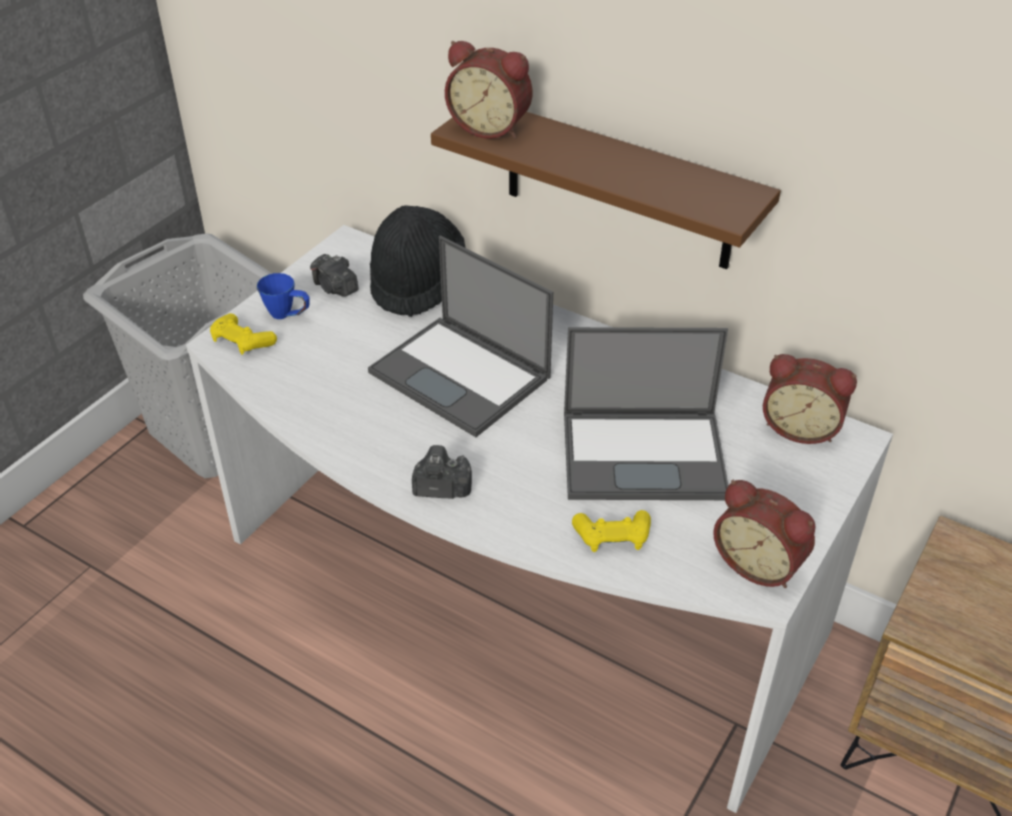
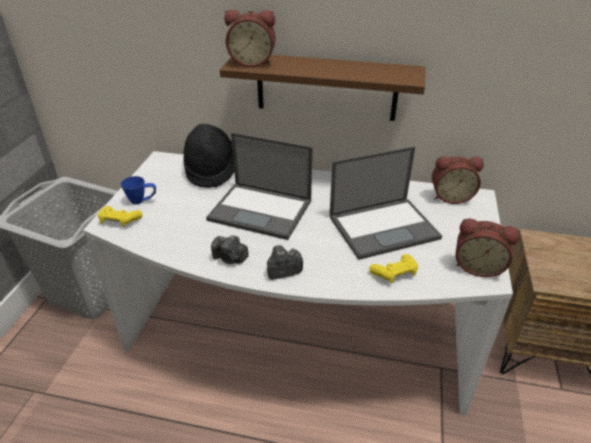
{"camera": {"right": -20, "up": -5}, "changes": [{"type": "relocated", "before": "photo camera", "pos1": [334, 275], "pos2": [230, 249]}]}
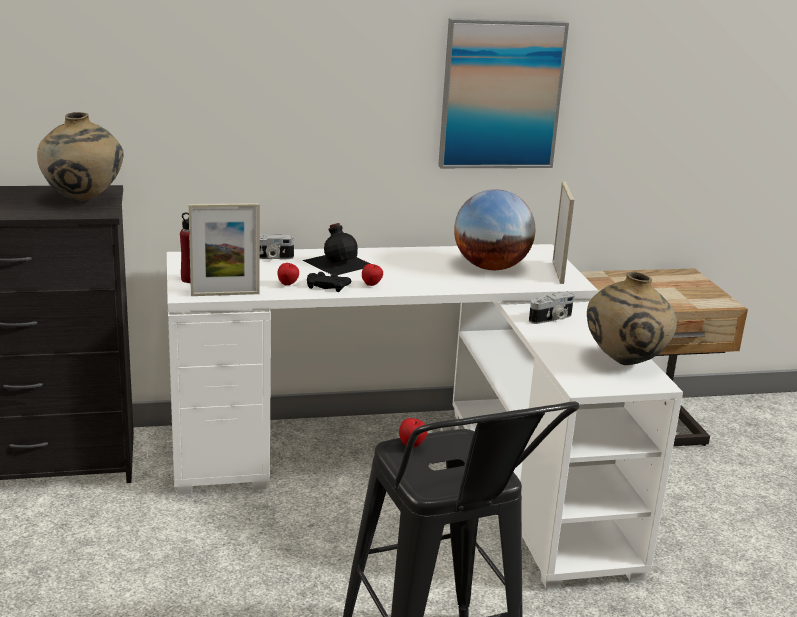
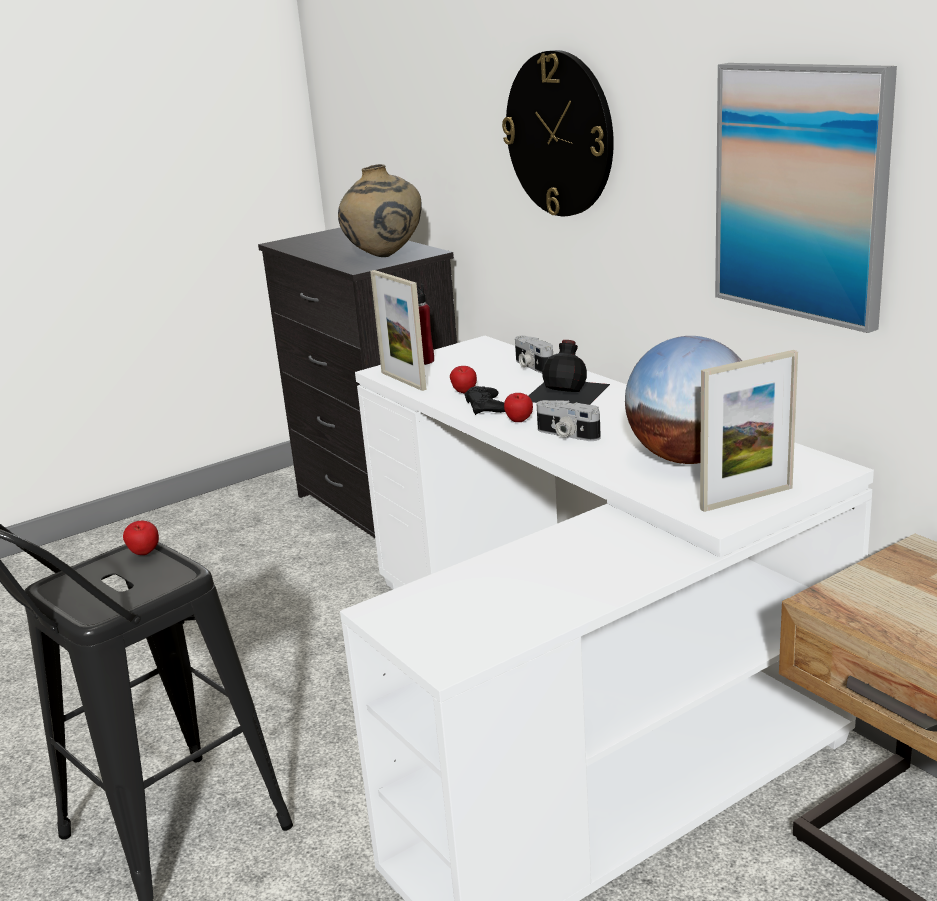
{"camera": {"right": 70, "up": 0}, "changes": [{"type": "appeared", "after": "wall clock", "pos2": [558, 133]}, {"type": "relocated", "before": "photo camera", "pos1": [552, 307], "pos2": [568, 420]}, {"type": "missing", "before": "beige vase", "pos1": [632, 318]}]}
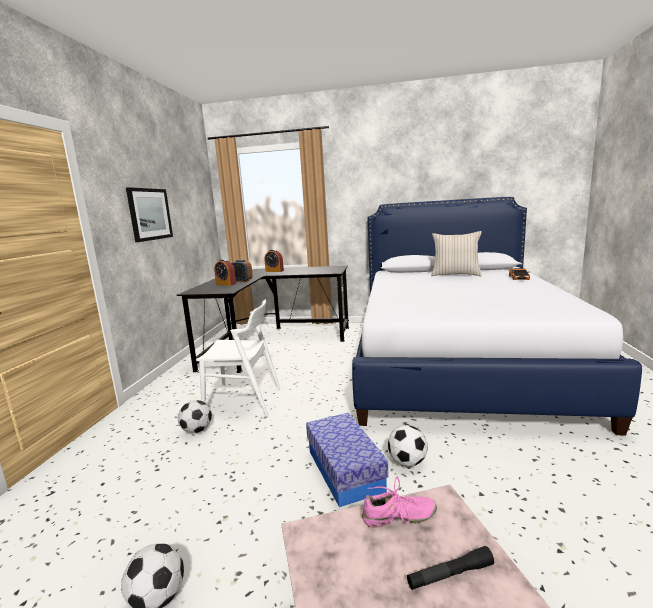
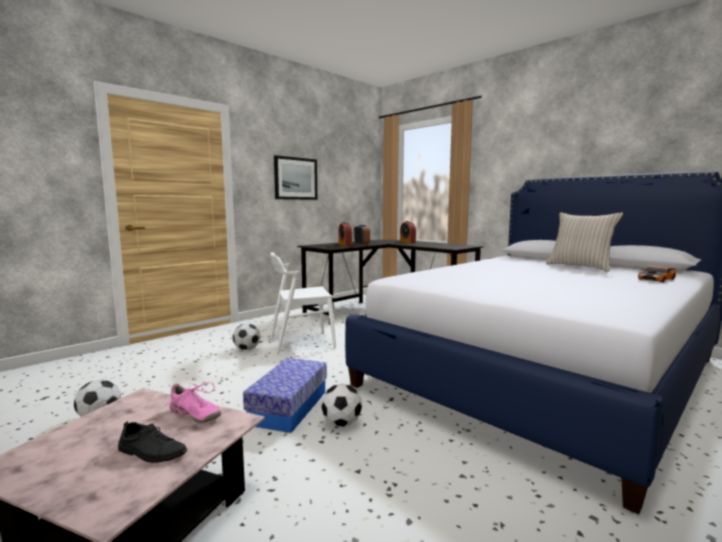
{"camera": {"right": 35, "up": -5}, "changes": [{"type": "exchanged", "before": "black flashlight", "after": "black shoe", "pos1": [450, 568], "pos2": [152, 442]}, {"type": "spun", "before": "white chair", "pos1": [238, 358], "pos2": [303, 303], "turn": 120}]}
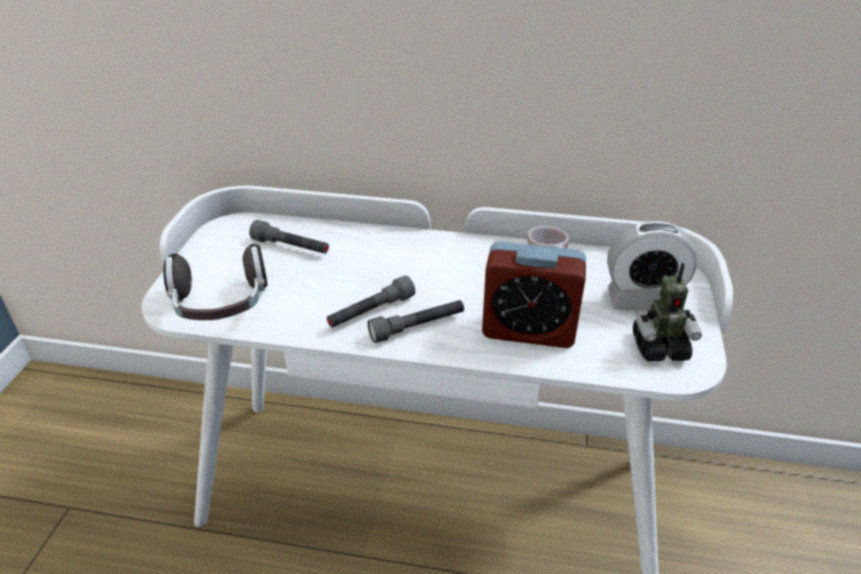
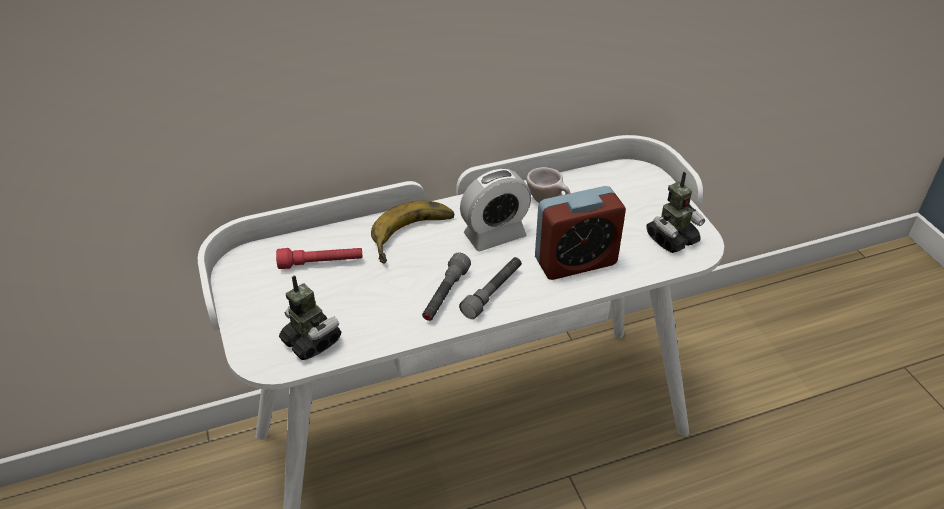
{"camera": {"right": -30, "up": 5}, "changes": [{"type": "colour", "before": "grey flashlight", "after": "red flashlight", "pos1": [289, 237], "pos2": [319, 258]}, {"type": "exchanged", "before": "headphones", "after": "toy robot", "pos1": [216, 282], "pos2": [310, 317]}, {"type": "appeared", "after": "banana", "pos2": [413, 232]}, {"type": "relocated", "before": "alarm clock", "pos1": [652, 266], "pos2": [495, 210]}]}
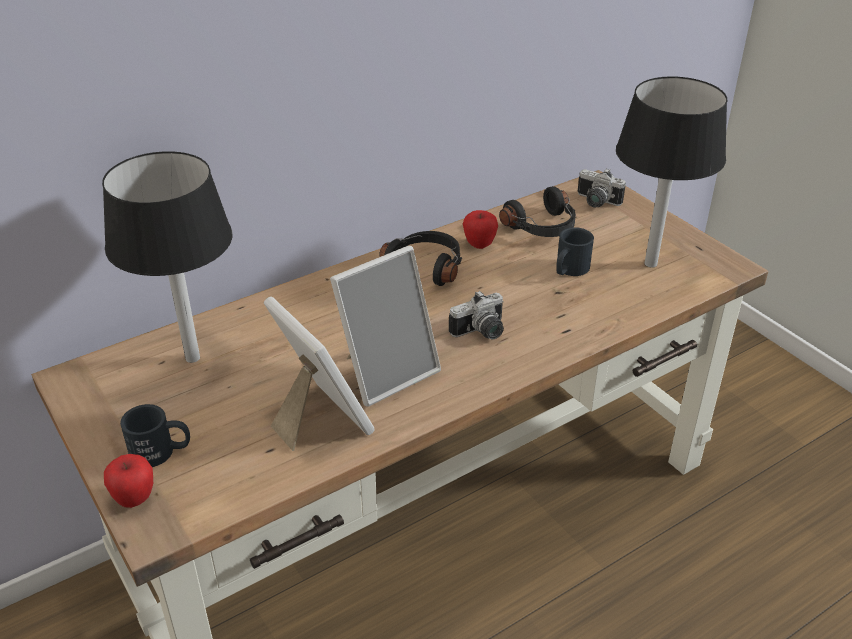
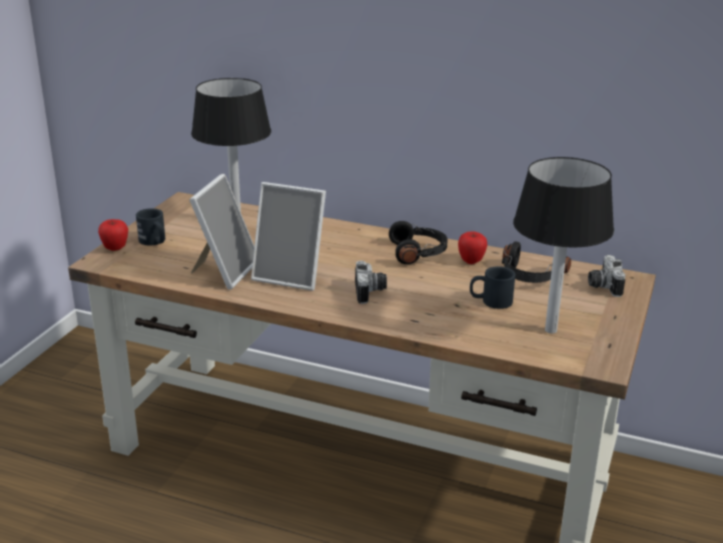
{"camera": {"right": 55, "up": -10}, "changes": [{"type": "spun", "before": "photo camera", "pos1": [476, 315], "pos2": [371, 282], "turn": -120}]}
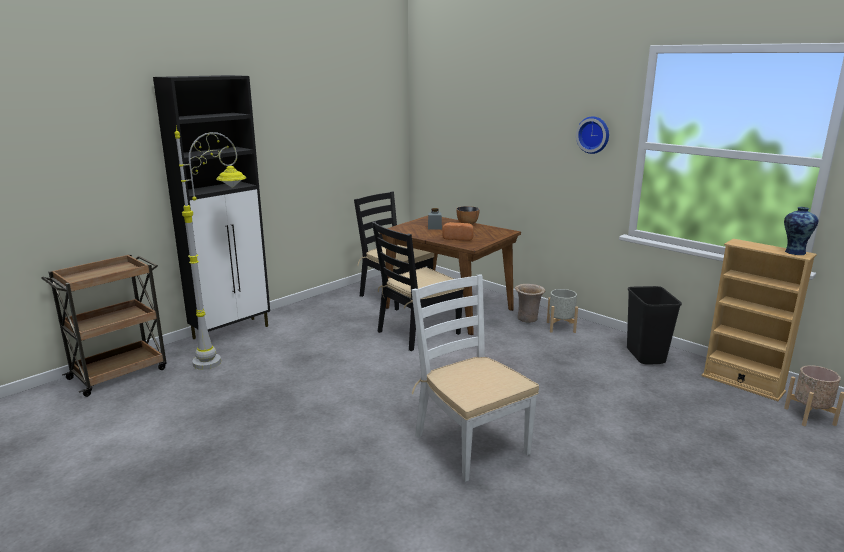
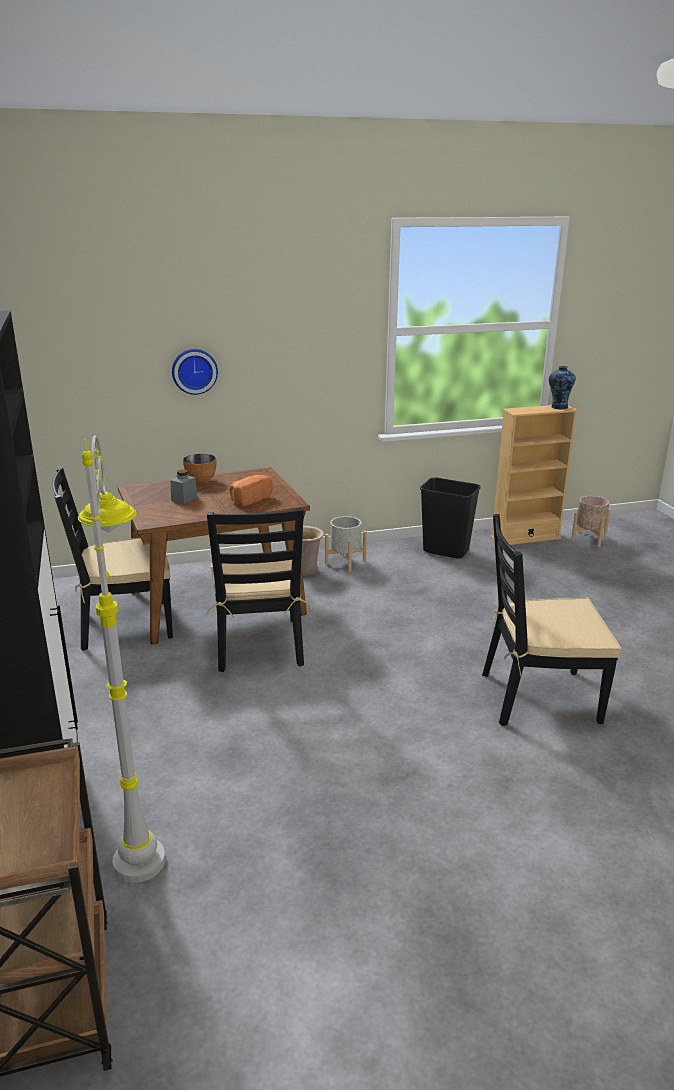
{"camera": {"right": -60, "up": 5}, "changes": [{"type": "relocated", "before": "wall clock", "pos1": [592, 135], "pos2": [195, 372]}, {"type": "colour", "before": "white chair", "after": "black chair", "pos1": [475, 378], "pos2": [551, 620]}]}
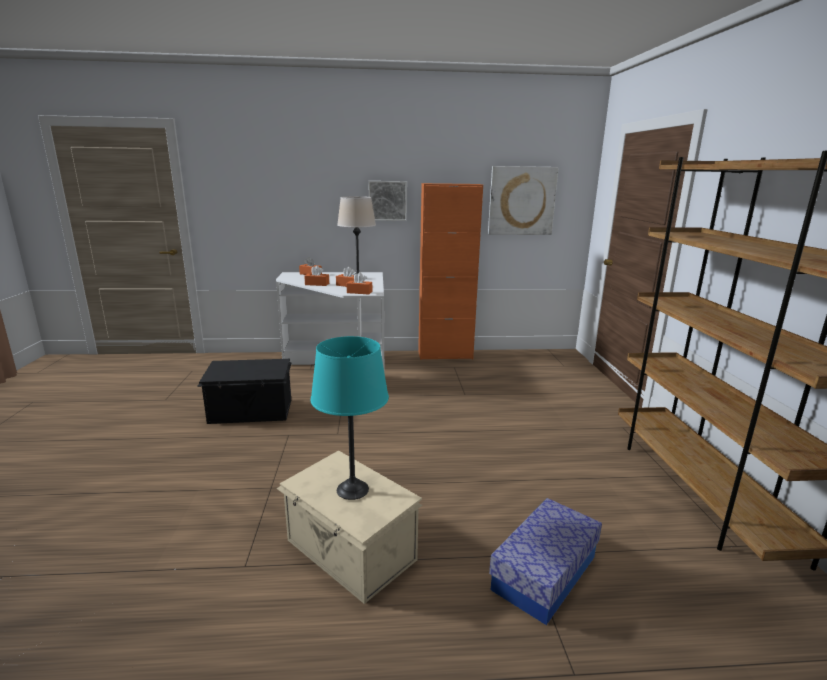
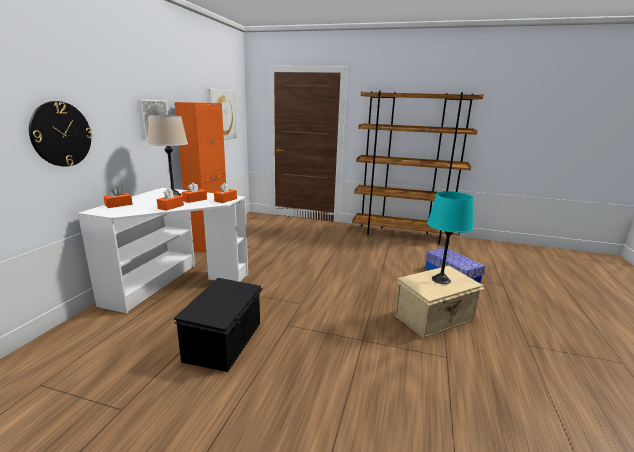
{"camera": {"right": -70, "up": 0}, "changes": [{"type": "appeared", "after": "wall clock", "pos2": [60, 134]}]}
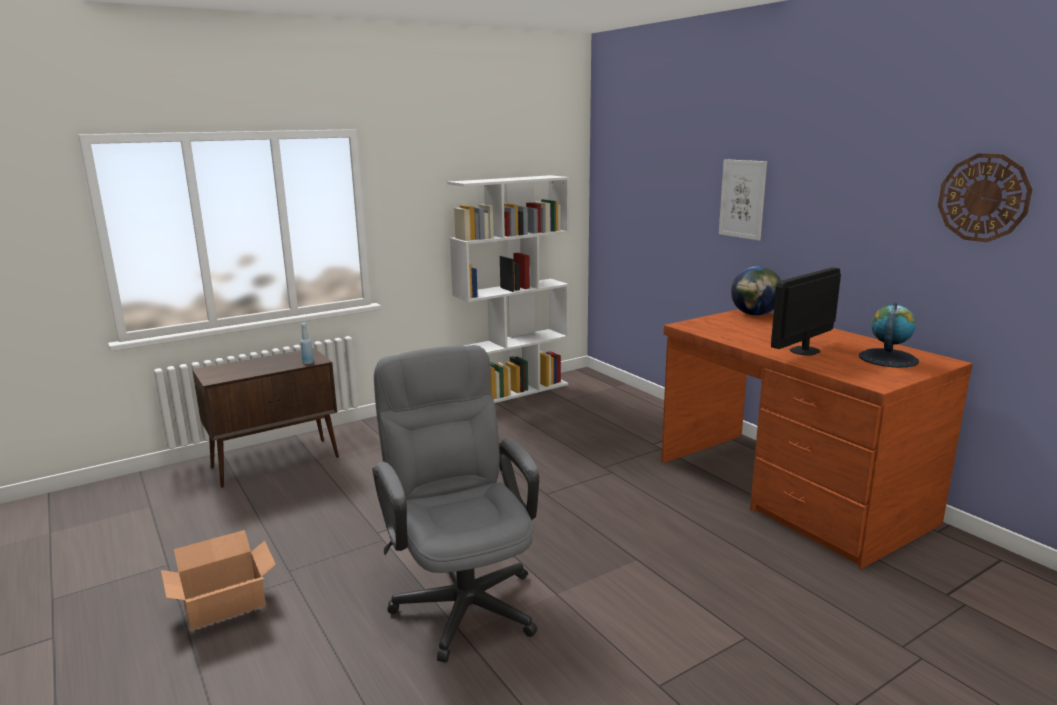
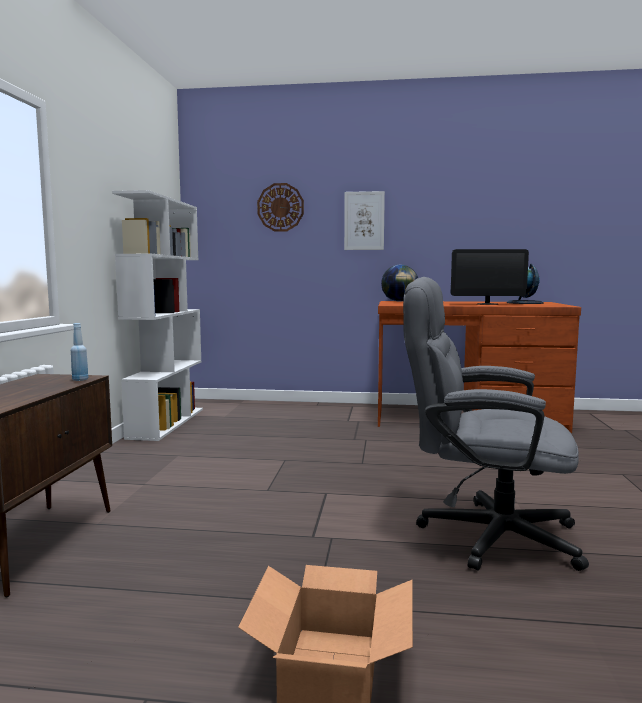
{"camera": {"right": -50, "up": -10}, "changes": [{"type": "relocated", "before": "wall clock", "pos1": [985, 198], "pos2": [280, 207]}, {"type": "spun", "before": "monitor", "pos1": [806, 311], "pos2": [490, 277], "turn": -90}]}
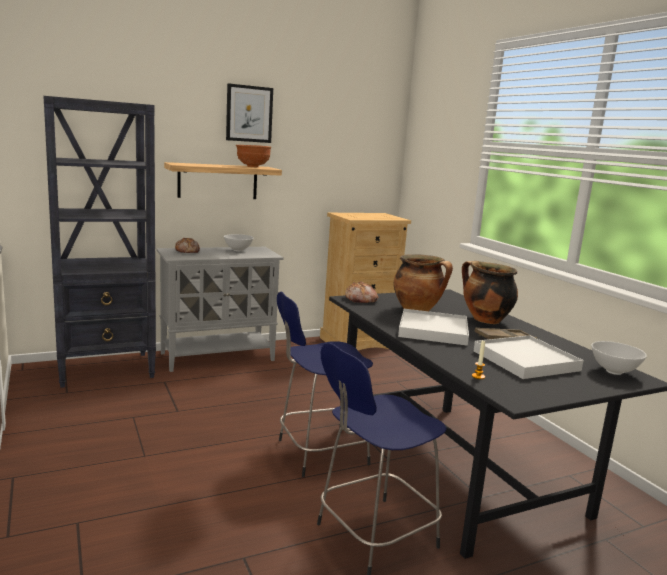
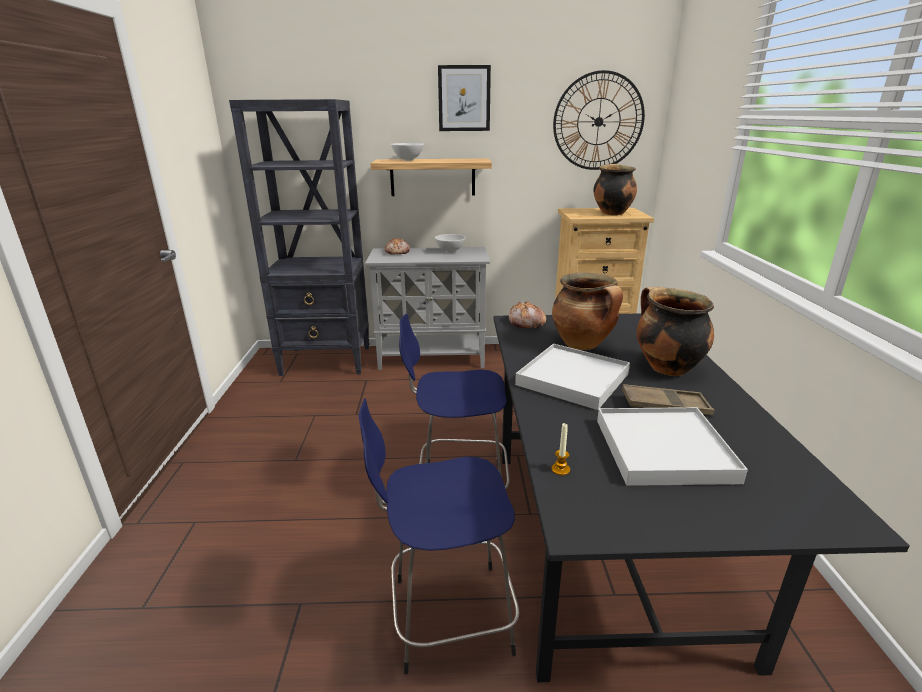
{"camera": {"right": 25, "up": 10}, "changes": [{"type": "relocated", "before": "white bowl", "pos1": [619, 358], "pos2": [407, 152]}, {"type": "appeared", "after": "wall clock", "pos2": [599, 120]}, {"type": "appeared", "after": "cooking pot", "pos2": [615, 189]}, {"type": "missing", "before": "brown bowl", "pos1": [254, 156]}]}
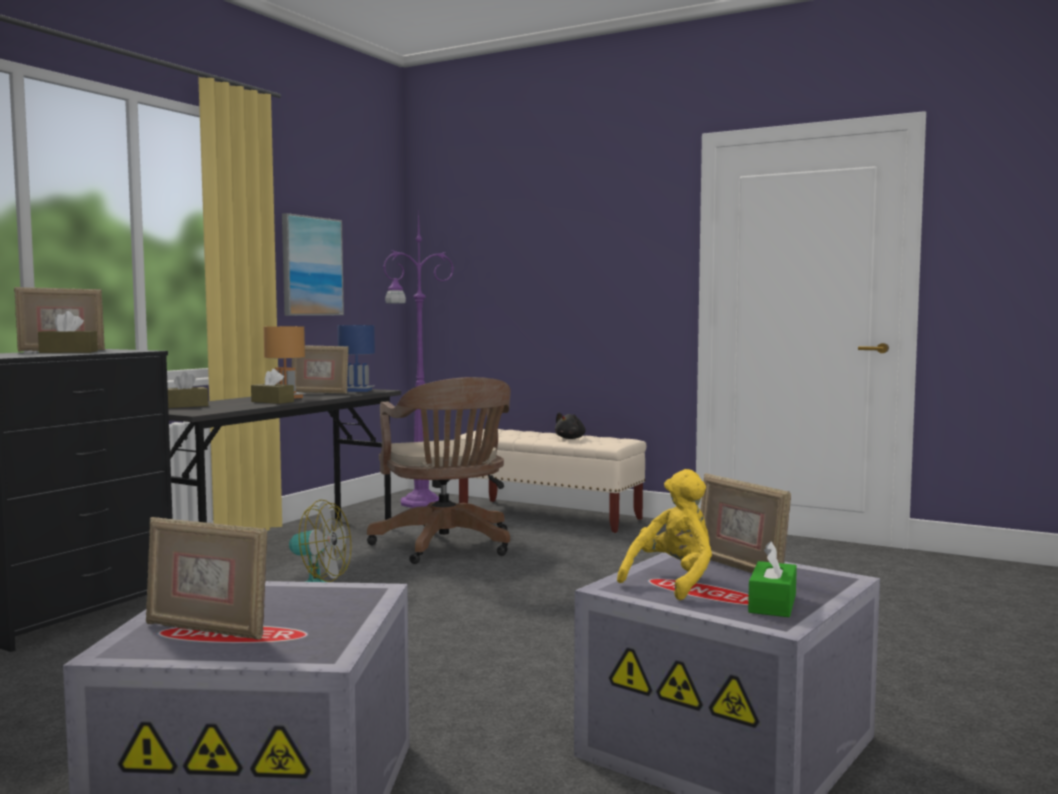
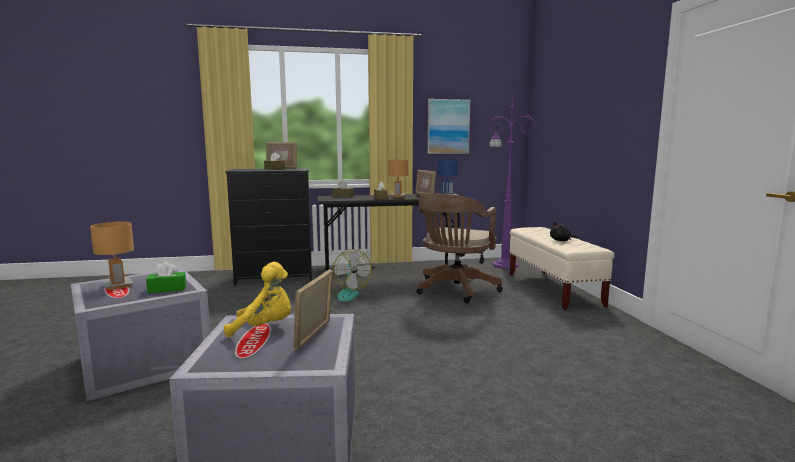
{"camera": {"right": 50, "up": 5}, "changes": [{"type": "exchanged", "before": "picture frame", "after": "brown table lamp", "pos1": [206, 578], "pos2": [112, 256]}, {"type": "relocated", "before": "green tissue box", "pos1": [772, 579], "pos2": [166, 277]}]}
